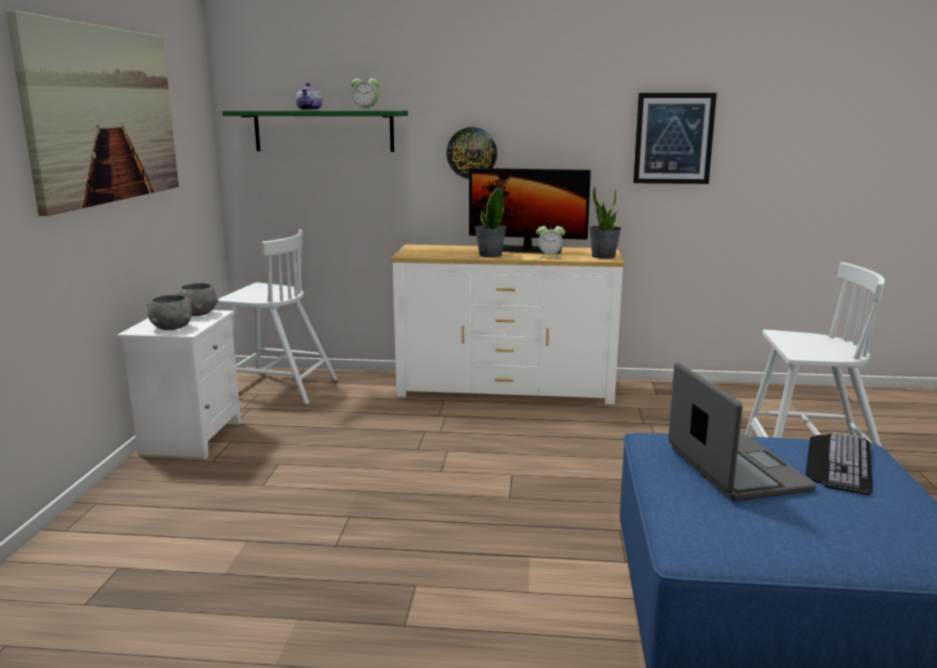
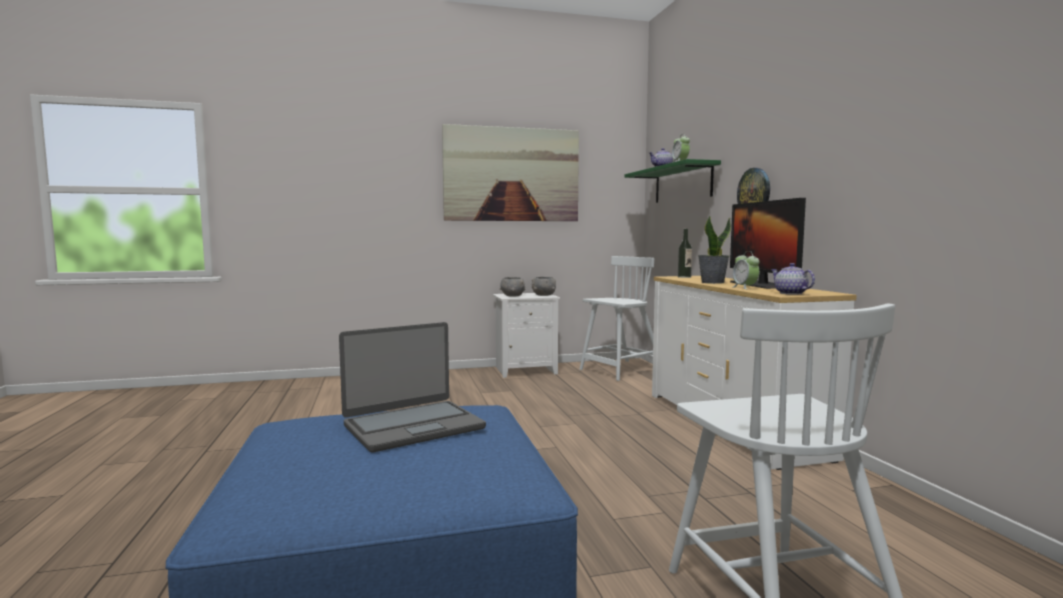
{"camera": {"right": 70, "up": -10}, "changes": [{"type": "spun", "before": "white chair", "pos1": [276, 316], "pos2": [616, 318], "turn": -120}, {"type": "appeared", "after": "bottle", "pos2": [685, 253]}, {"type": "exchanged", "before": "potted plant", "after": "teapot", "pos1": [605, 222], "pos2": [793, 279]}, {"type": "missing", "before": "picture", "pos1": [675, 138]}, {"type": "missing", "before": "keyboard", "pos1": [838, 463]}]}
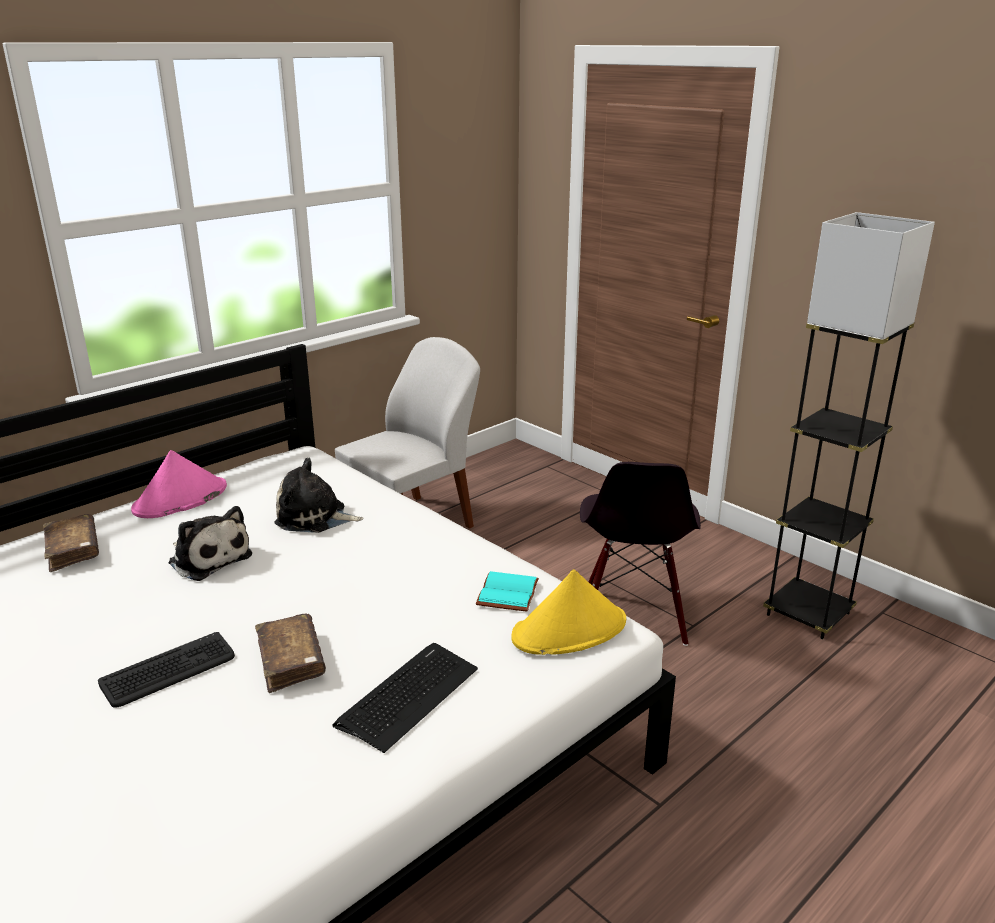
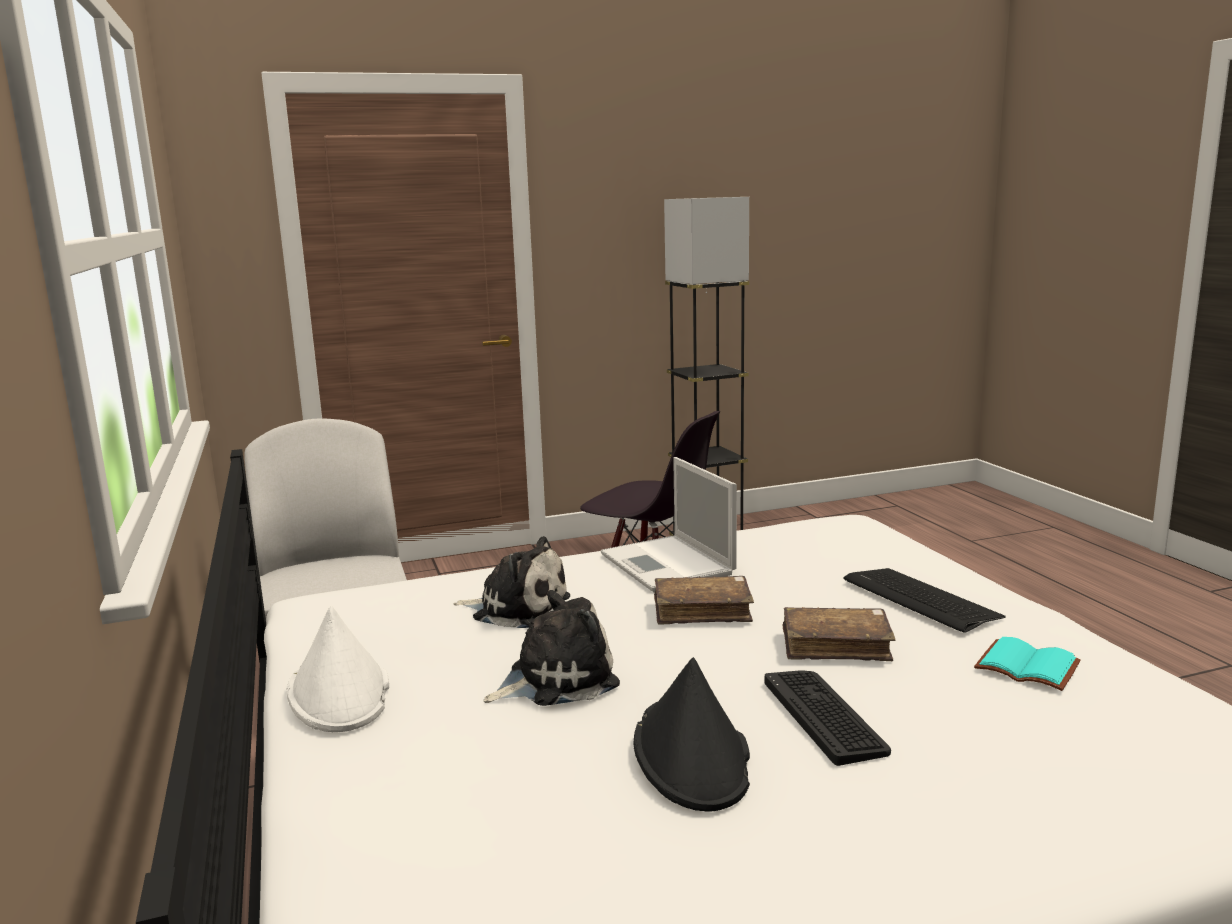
{"camera": {"right": -65, "up": -10}, "changes": [{"type": "colour", "before": "pink hat", "after": "white hat", "pos1": [179, 484], "pos2": [338, 669]}, {"type": "spun", "before": "plush toy", "pos1": [319, 495], "pos2": [511, 582], "turn": -105}, {"type": "appeared", "after": "laptop", "pos2": [669, 524]}, {"type": "appeared", "after": "black hat", "pos2": [691, 734]}, {"type": "relocated", "before": "brown book", "pos1": [71, 543], "pos2": [704, 600]}, {"type": "relocated", "before": "turquoise book", "pos1": [507, 591], "pos2": [1027, 664]}, {"type": "missing", "before": "yellow hat", "pos1": [568, 612]}]}
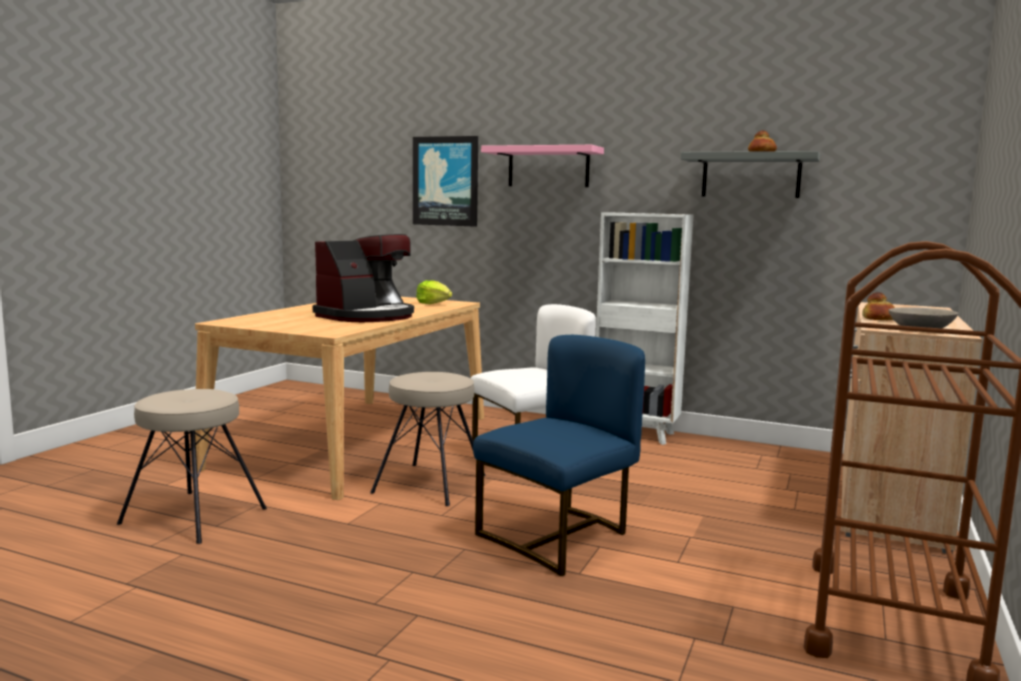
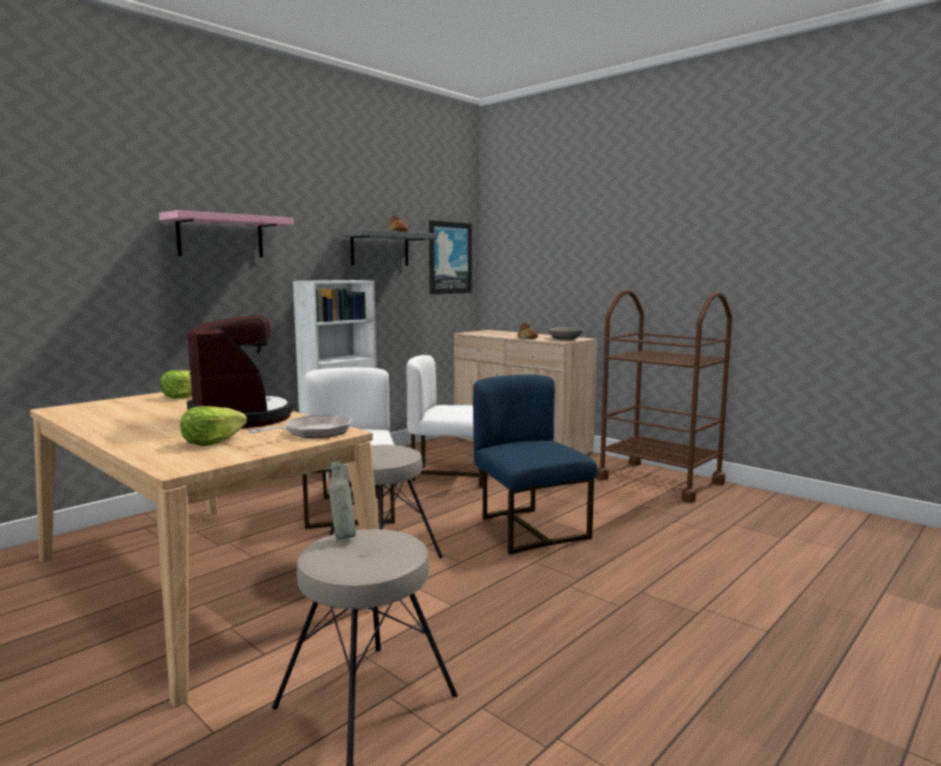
{"camera": {"right": -70, "up": 0}, "changes": [{"type": "appeared", "after": "lettuce", "pos2": [213, 426]}, {"type": "appeared", "after": "frying pan", "pos2": [300, 426]}, {"type": "appeared", "after": "grey bottle", "pos2": [342, 500]}, {"type": "appeared", "after": "white chair", "pos2": [444, 421]}, {"type": "relocated", "before": "picture", "pos1": [445, 181], "pos2": [450, 257]}]}
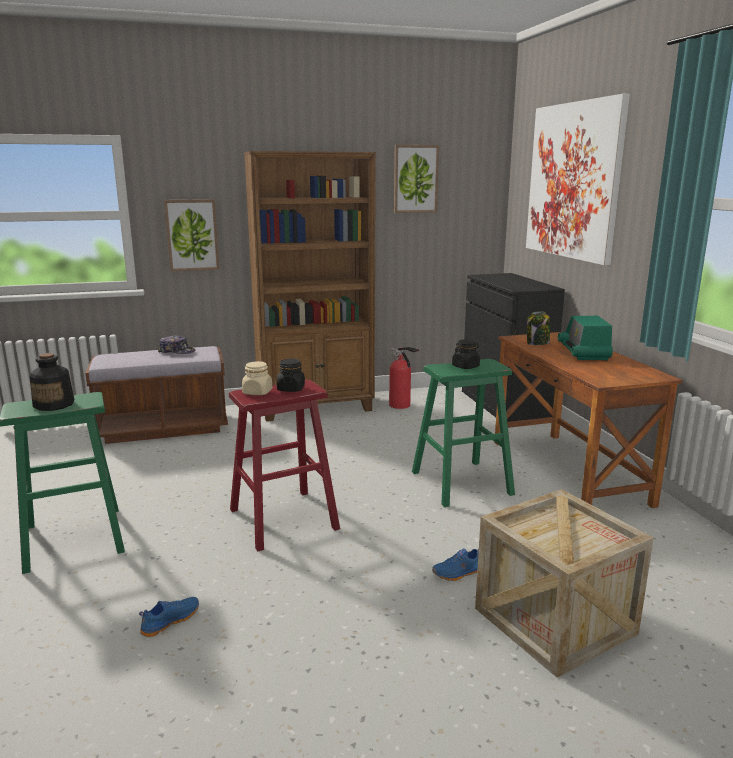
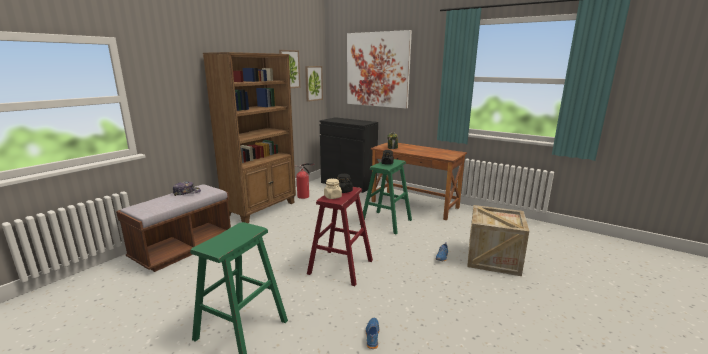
{"camera": {"right": -40, "up": 0}, "changes": [{"type": "relocated", "before": "picture", "pos1": [192, 235], "pos2": [314, 84]}, {"type": "missing", "before": "bottle", "pos1": [52, 382]}, {"type": "missing", "before": "radio", "pos1": [585, 338]}]}
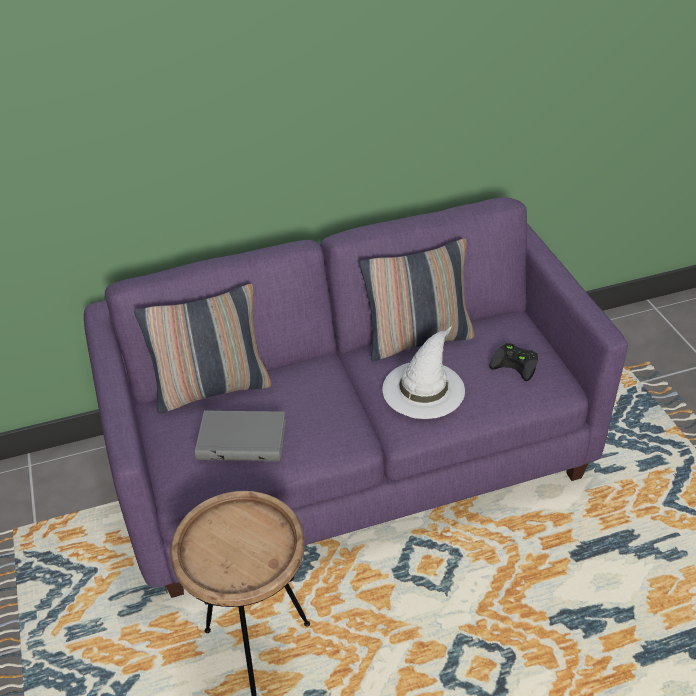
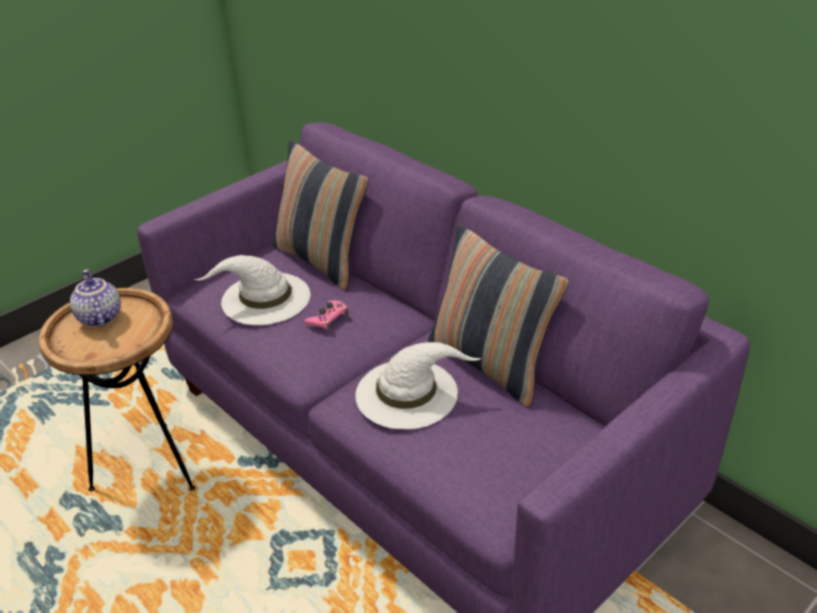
{"camera": {"right": 65, "up": -5}, "changes": [{"type": "appeared", "after": "teapot", "pos2": [95, 298]}, {"type": "exchanged", "before": "grey book", "after": "white hat", "pos1": [240, 435], "pos2": [252, 290]}, {"type": "appeared", "after": "pink game controller", "pos2": [327, 315]}, {"type": "missing", "before": "black game controller", "pos1": [513, 362]}]}
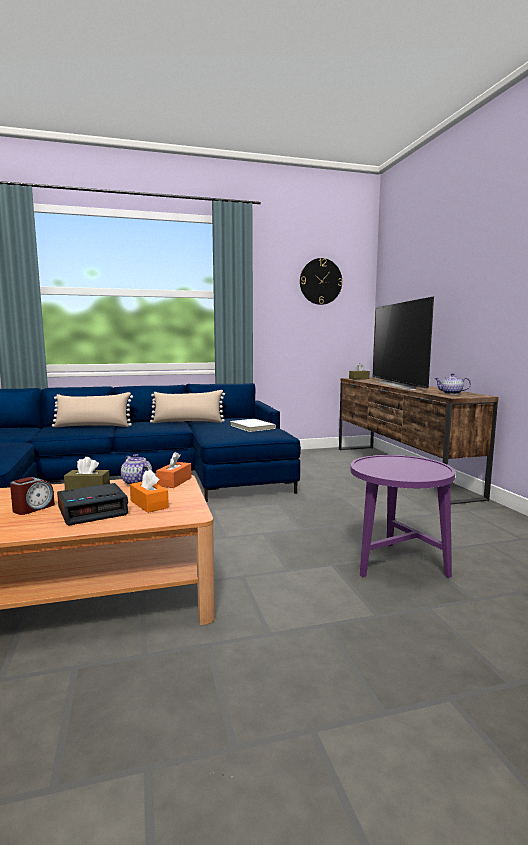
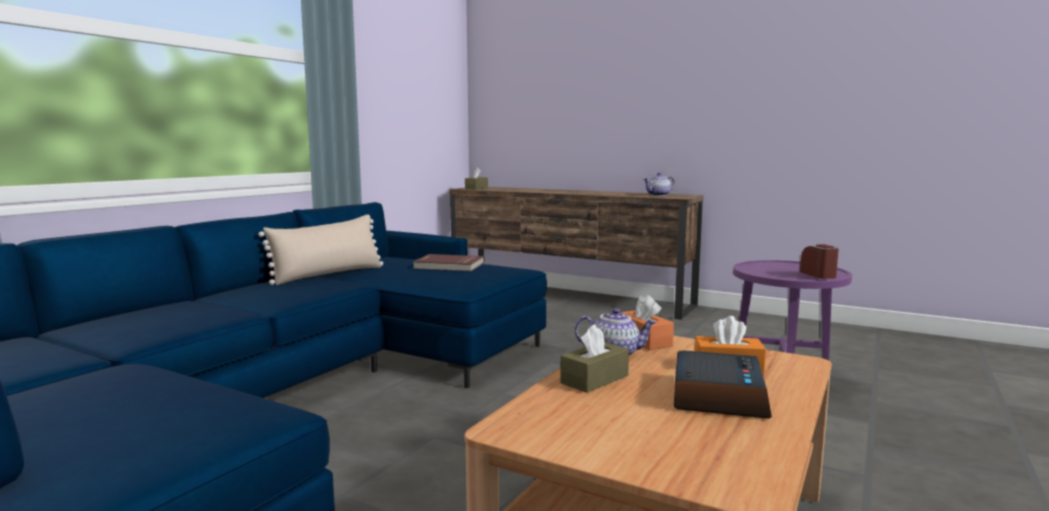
{"camera": {"right": -45, "up": 0}, "changes": [{"type": "colour", "before": "white book", "after": "red book", "pos1": [253, 425], "pos2": [448, 262]}, {"type": "relocated", "before": "alarm clock", "pos1": [32, 496], "pos2": [819, 261]}, {"type": "missing", "before": "beige pillow", "pos1": [92, 409]}, {"type": "missing", "before": "wall clock", "pos1": [321, 281]}, {"type": "missing", "before": "television", "pos1": [403, 343]}]}
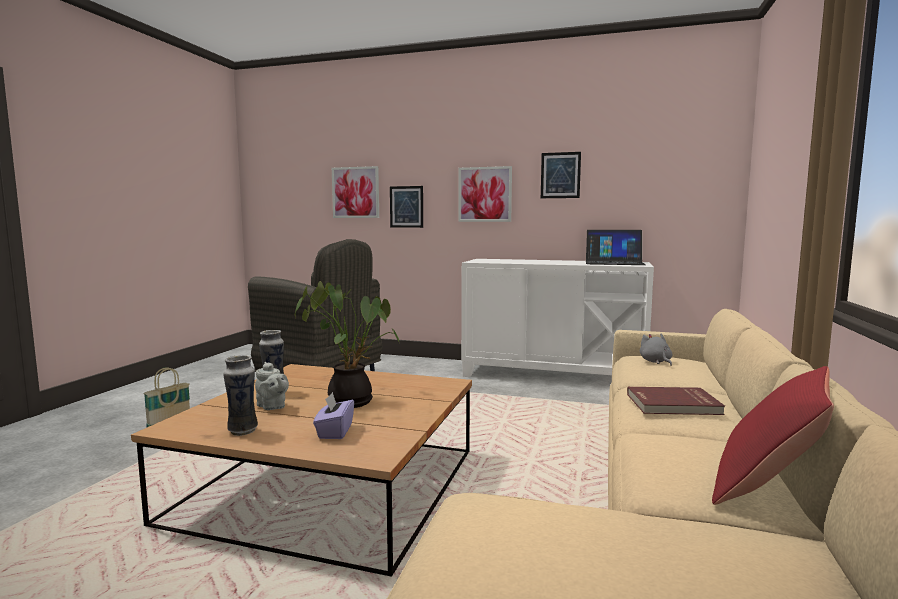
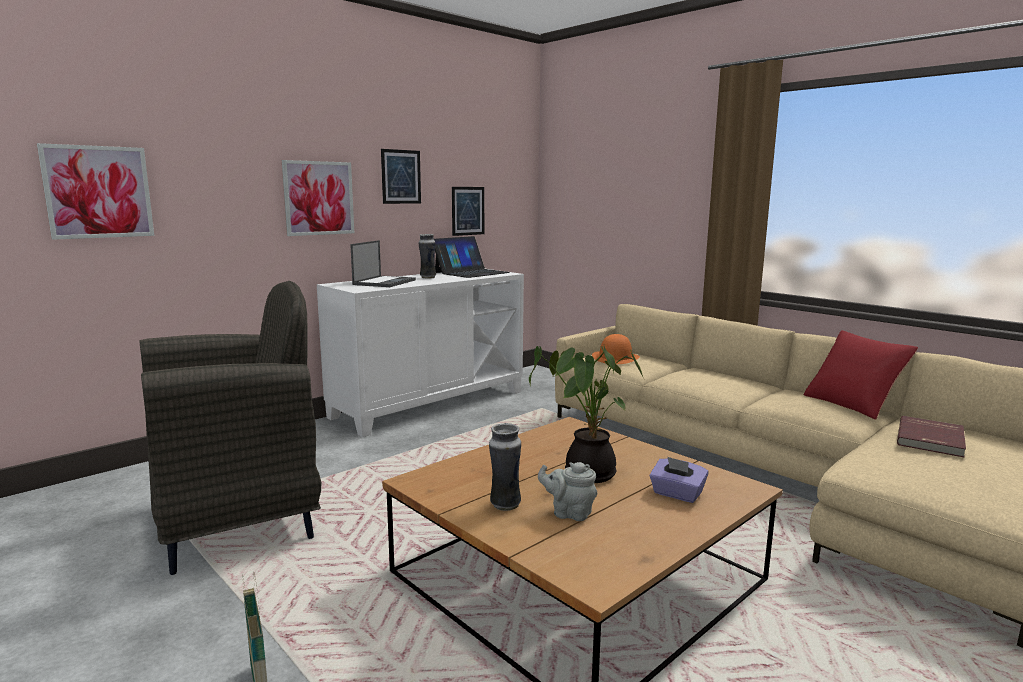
{"camera": {"right": -60, "up": 5}, "changes": [{"type": "appeared", "after": "laptop", "pos2": [383, 263]}, {"type": "relocated", "before": "vase", "pos1": [240, 395], "pos2": [427, 256]}, {"type": "relocated", "before": "picture", "pos1": [406, 207], "pos2": [468, 211]}, {"type": "spun", "before": "grey teapot", "pos1": [272, 386], "pos2": [567, 491], "turn": -150}, {"type": "exchanged", "before": "grey plush toy", "after": "orange hat", "pos1": [656, 350], "pos2": [616, 349]}, {"type": "relocated", "before": "red book", "pos1": [676, 401], "pos2": [931, 436]}]}
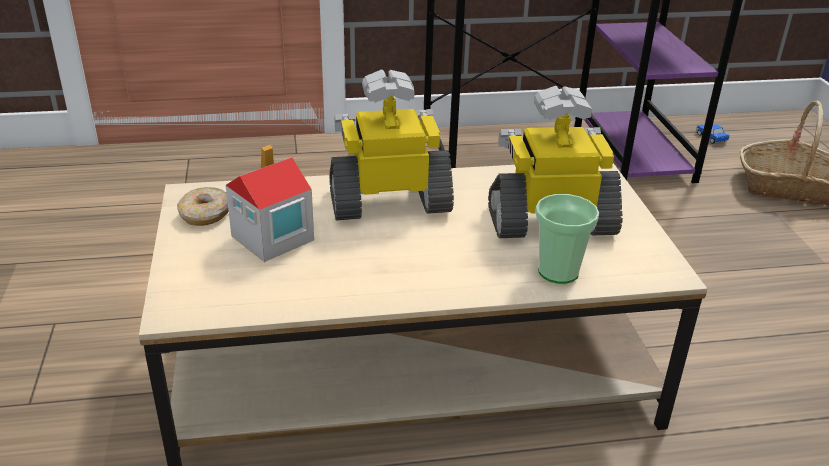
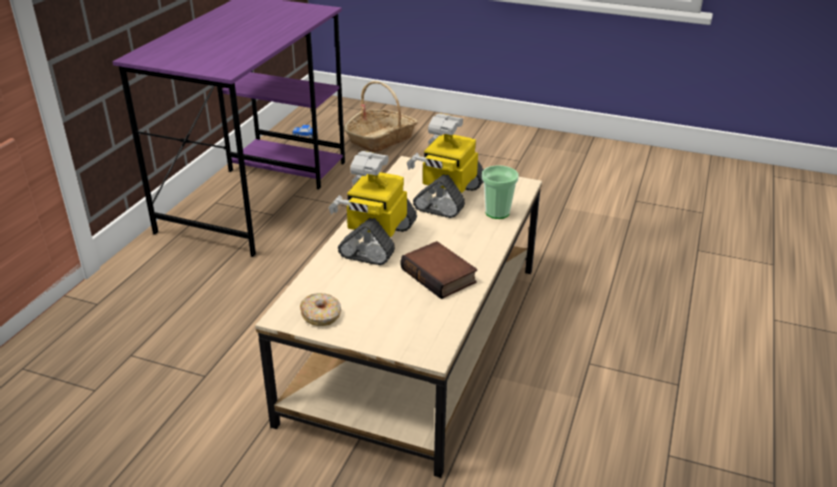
{"camera": {"right": -60, "up": 0}, "changes": [{"type": "appeared", "after": "book", "pos2": [438, 270]}, {"type": "missing", "before": "toy house", "pos1": [270, 203]}]}
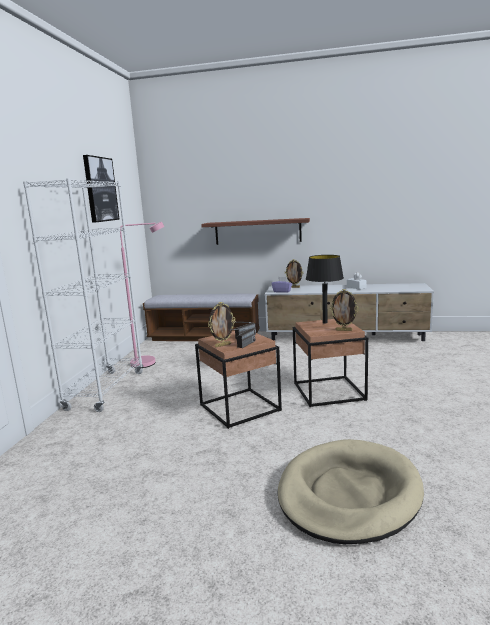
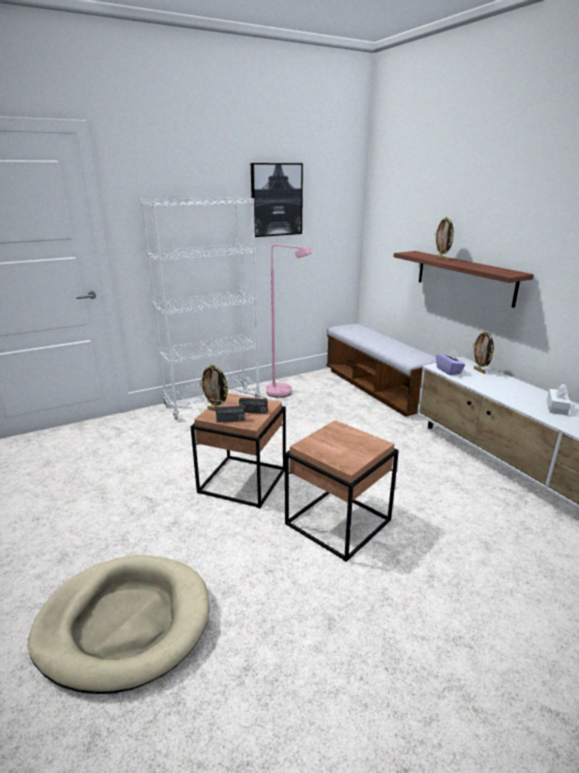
{"camera": {"right": 50, "up": 10}, "changes": [{"type": "relocated", "before": "picture frame", "pos1": [344, 310], "pos2": [444, 238]}, {"type": "missing", "before": "black table lamp", "pos1": [325, 289]}]}
